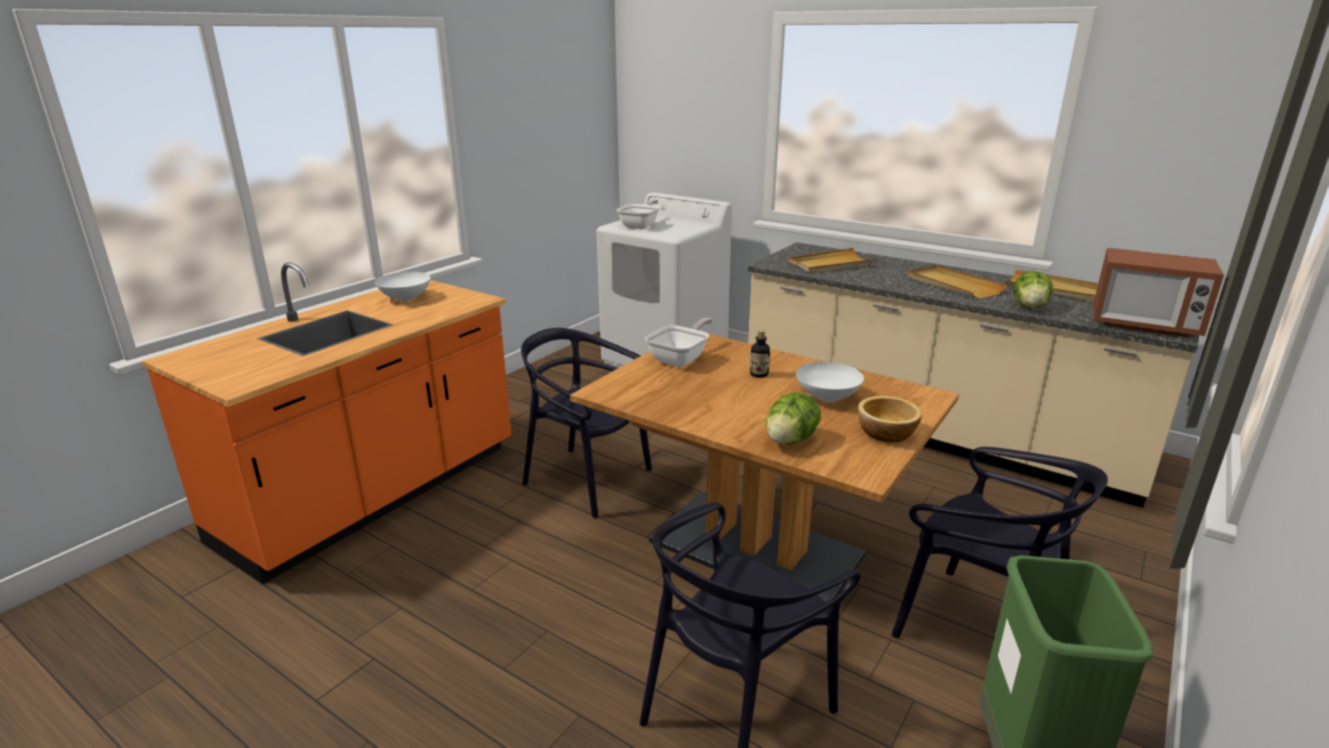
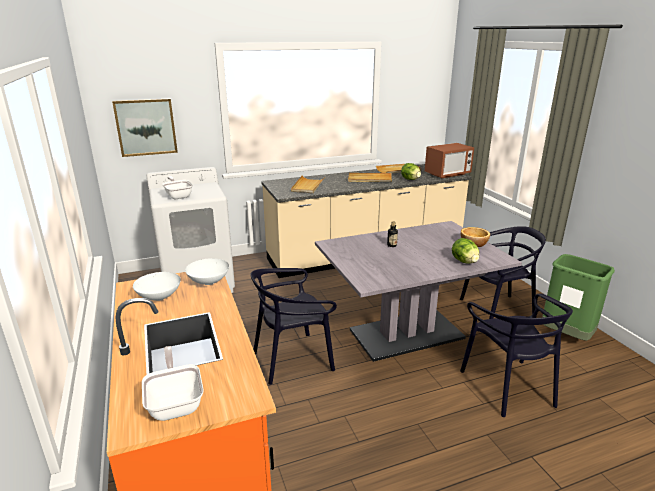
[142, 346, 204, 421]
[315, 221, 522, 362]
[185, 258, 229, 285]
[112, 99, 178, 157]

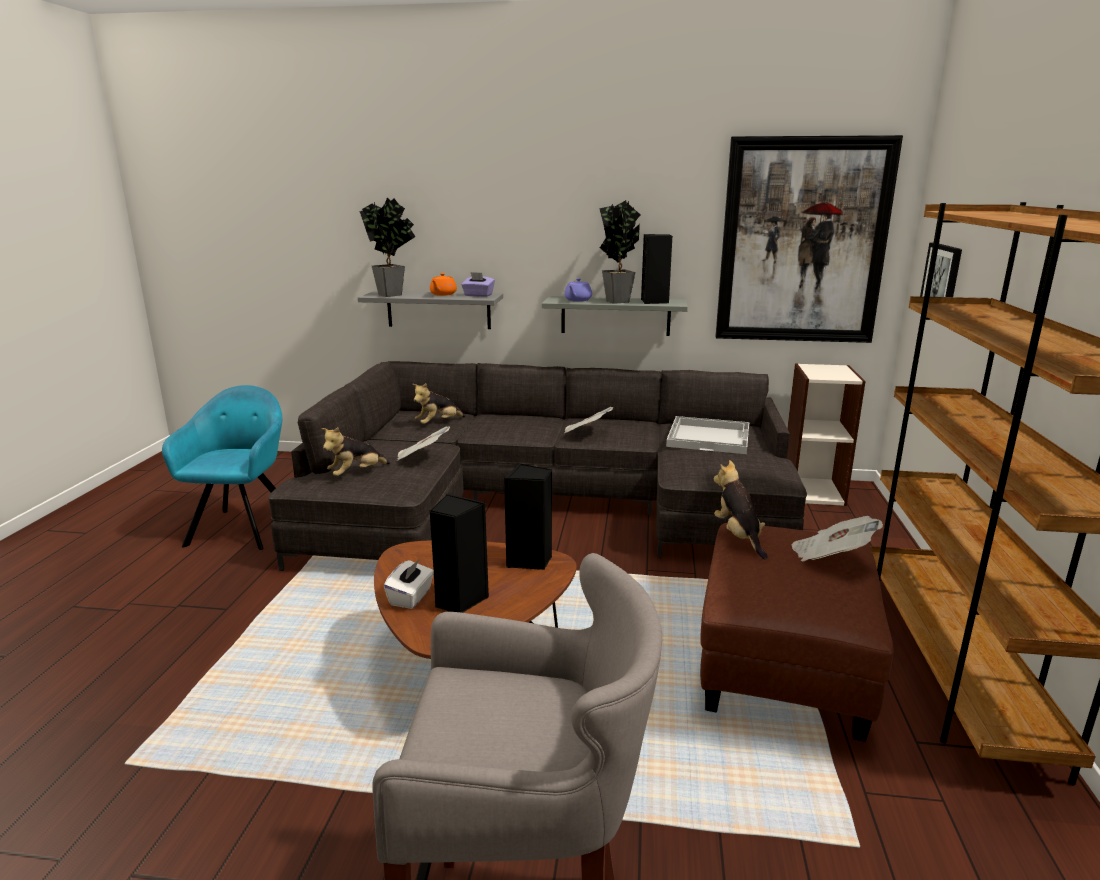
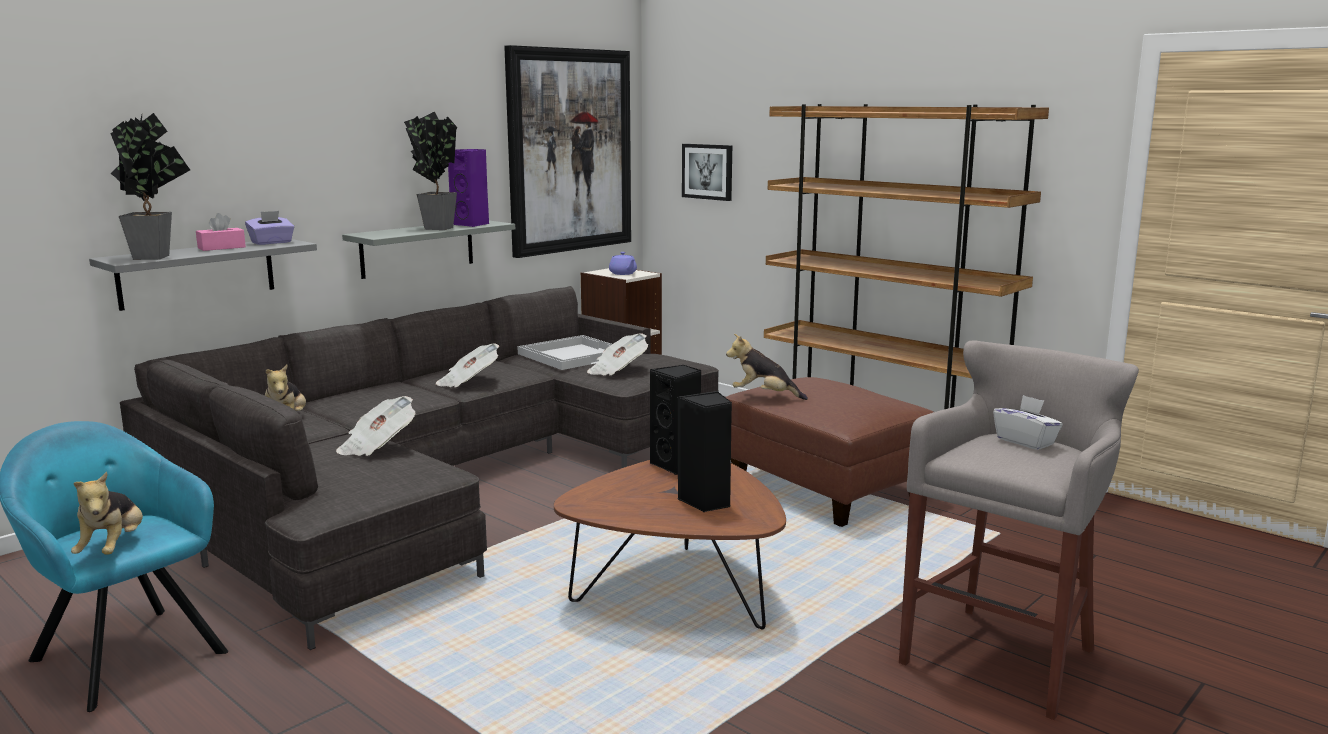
[448, 149, 489, 227]
[196, 213, 246, 251]
[609, 252, 637, 275]
[71, 472, 143, 555]
[587, 333, 648, 376]
[993, 395, 1063, 450]

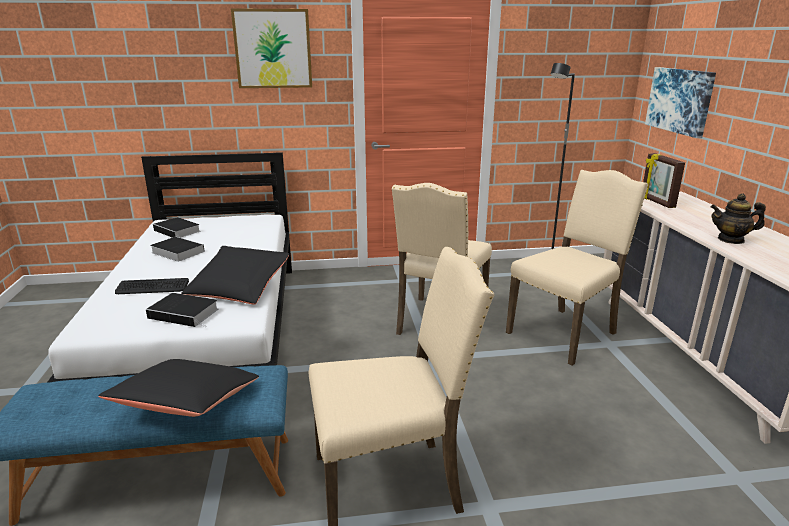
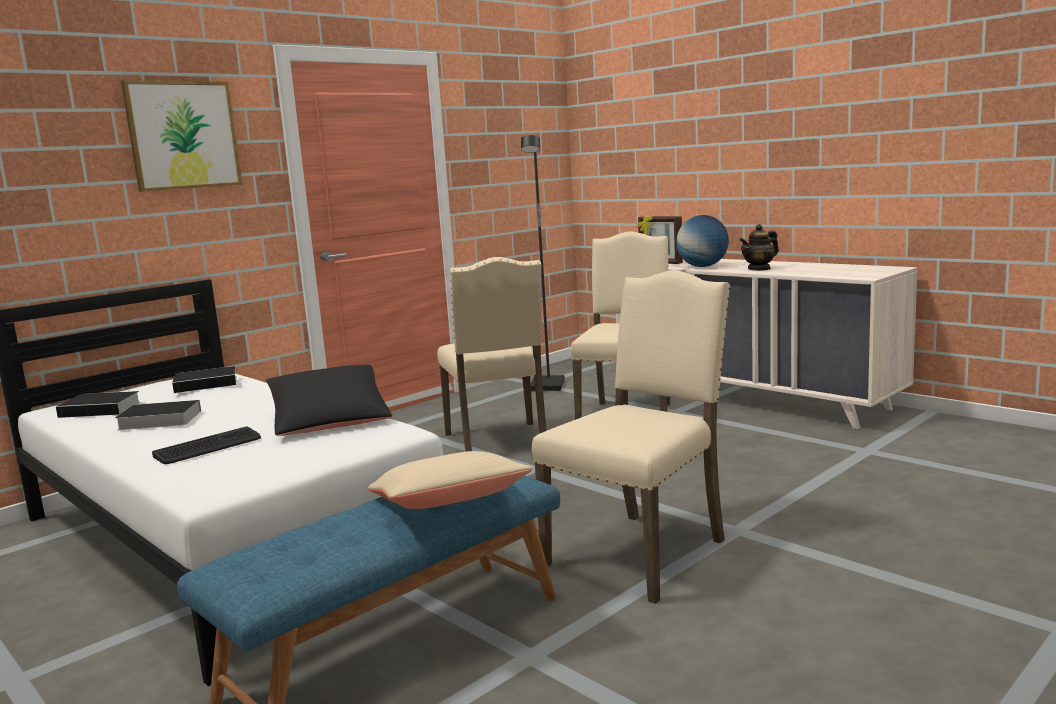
[645, 67, 716, 138] (first image)
[172, 366, 248, 393]
[367, 451, 533, 509]
[676, 215, 729, 267]

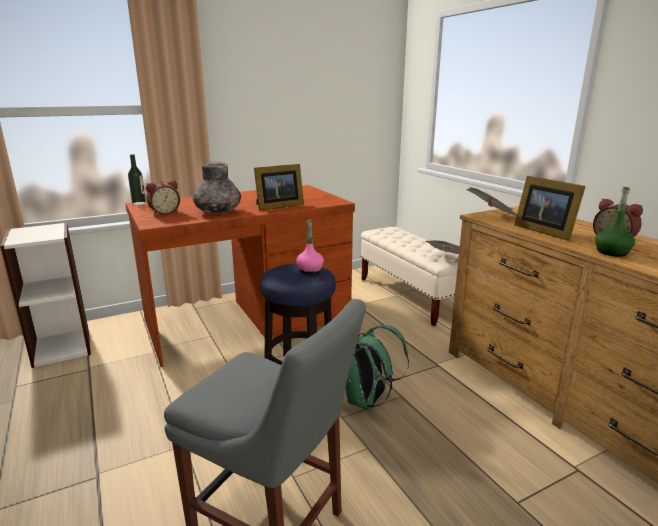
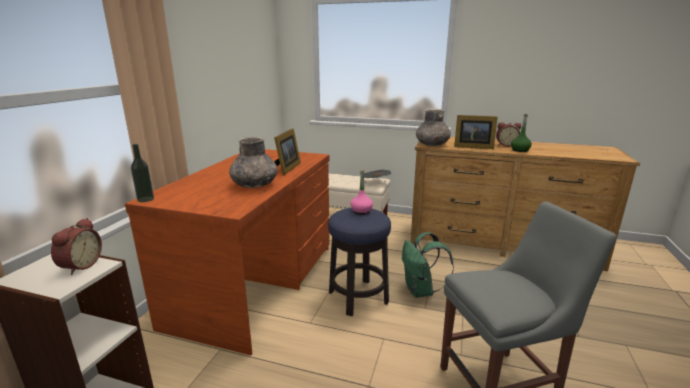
[51, 218, 102, 275]
[416, 109, 451, 146]

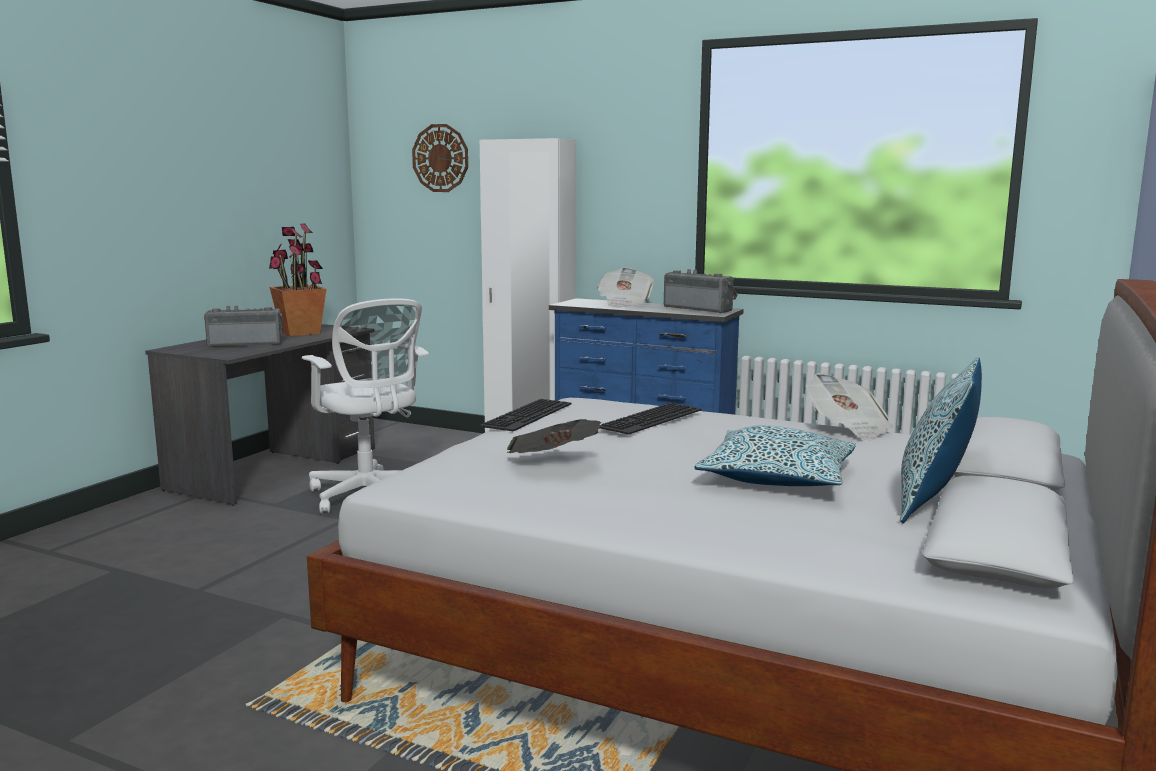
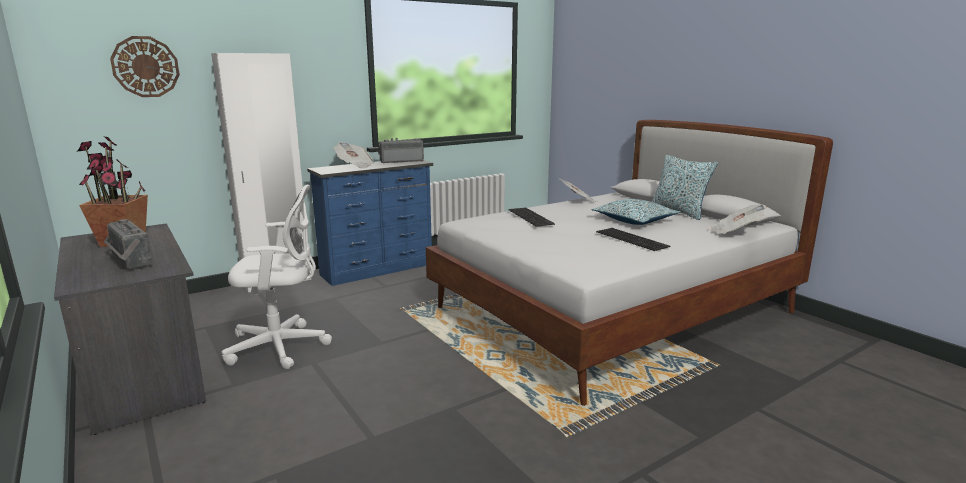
[104, 219, 153, 270]
[596, 228, 670, 251]
[708, 205, 767, 234]

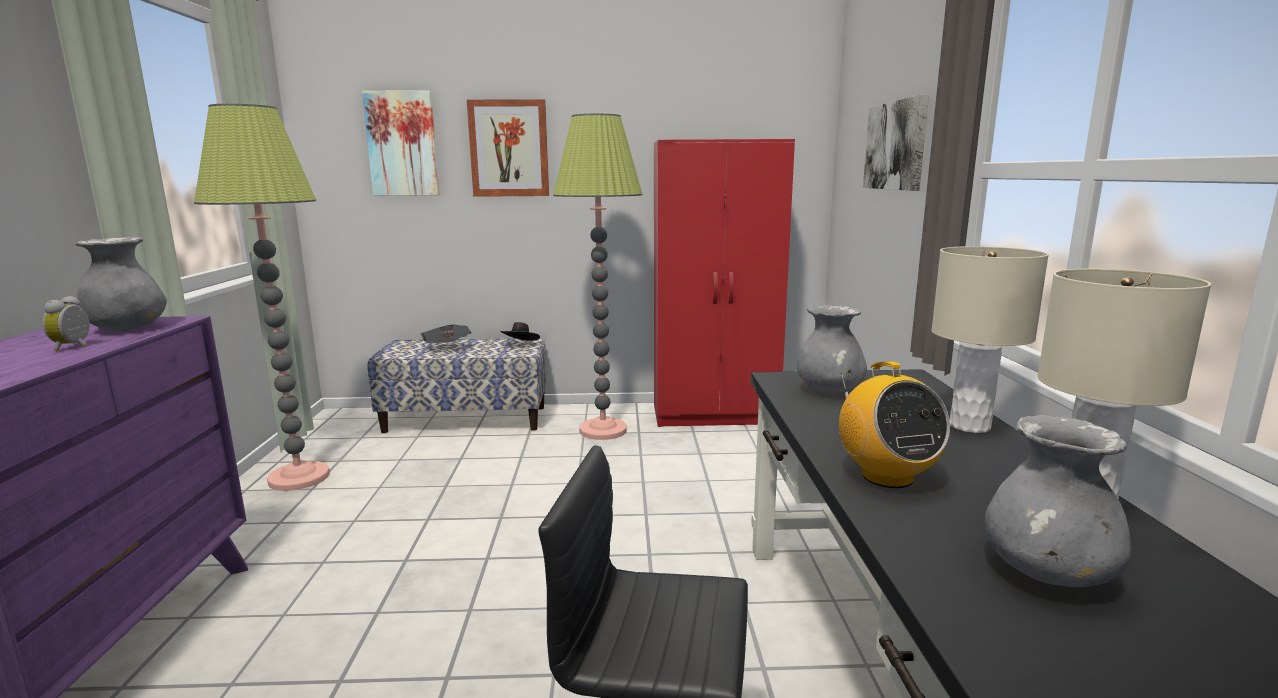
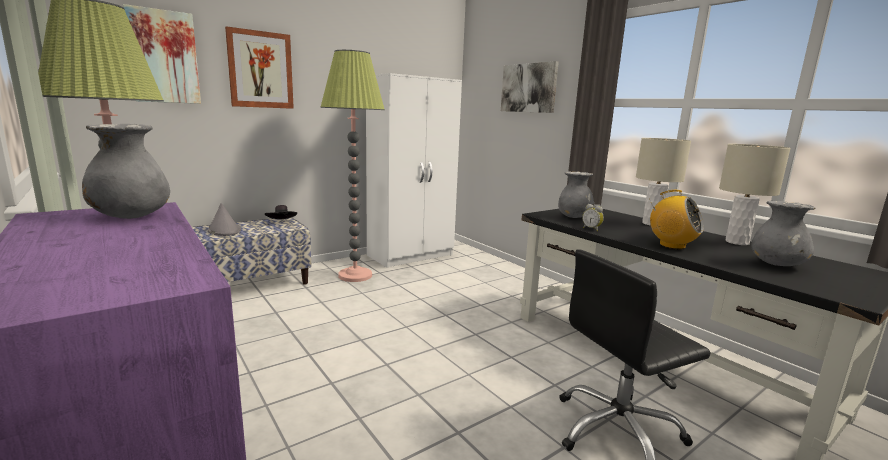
[366, 73, 462, 268]
[582, 204, 604, 231]
[207, 203, 241, 236]

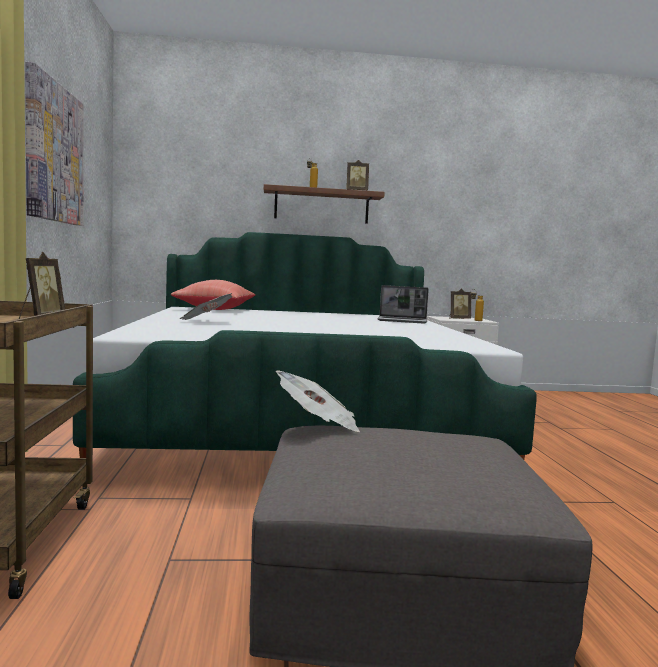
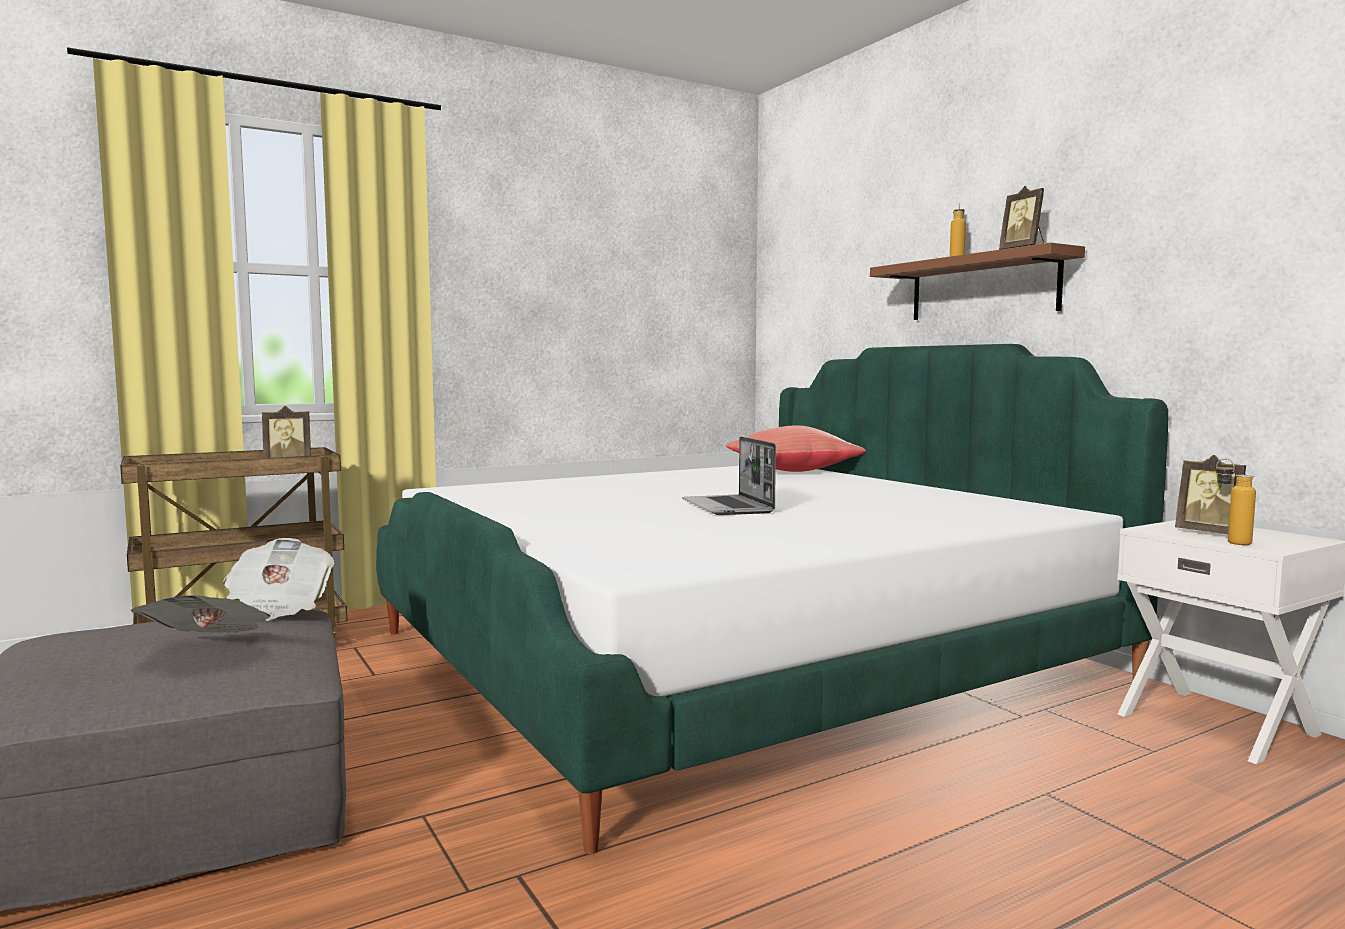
[25, 62, 84, 226] (first image)
[682, 436, 776, 515]
[130, 596, 271, 632]

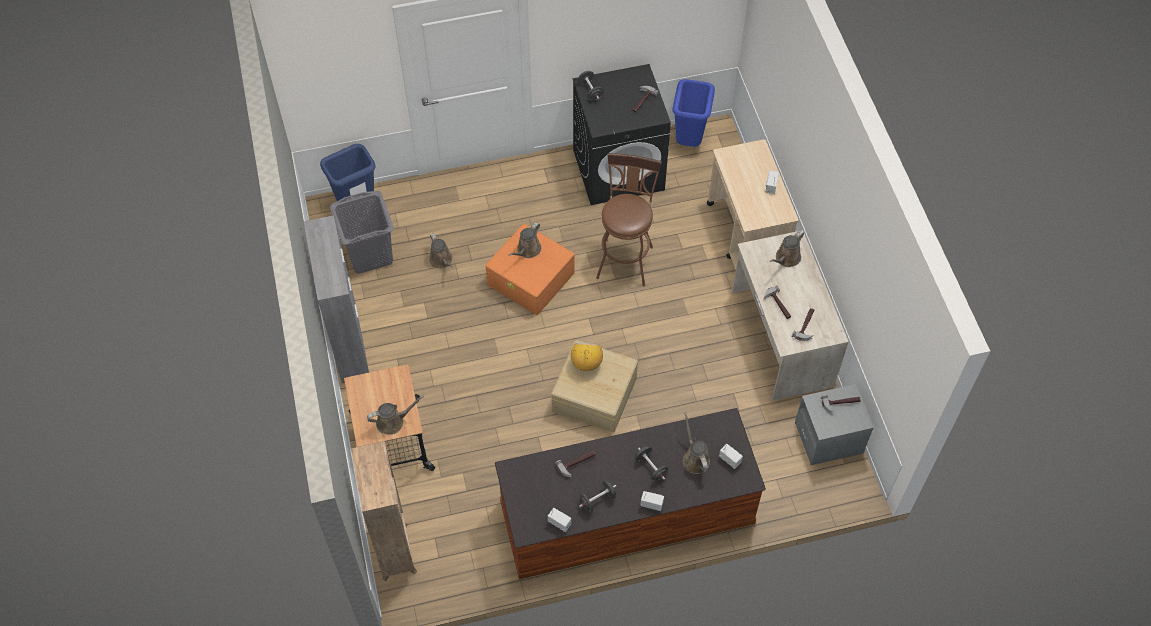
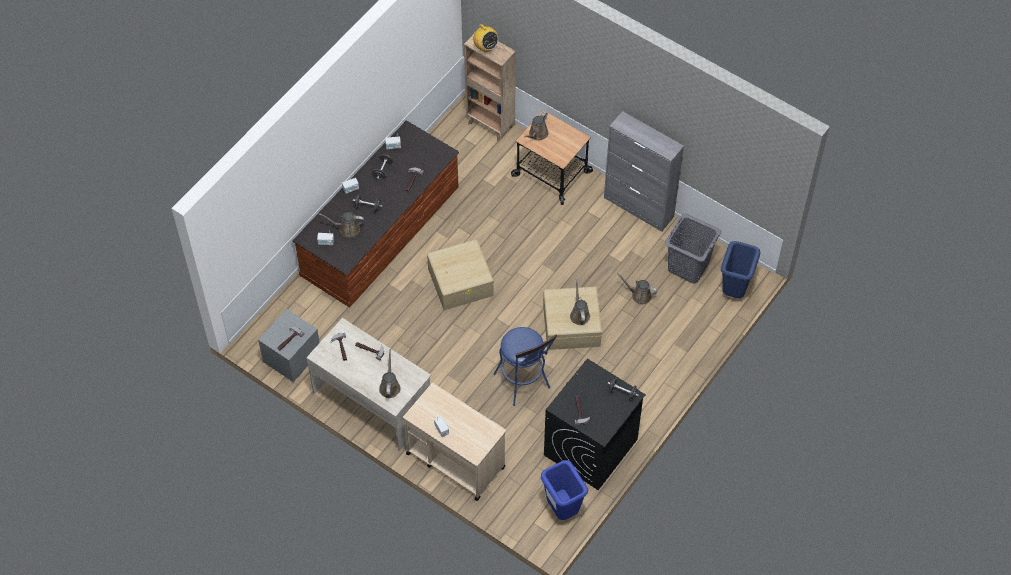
[493, 327, 557, 406]
[543, 287, 602, 350]
[472, 24, 498, 52]
[319, 212, 364, 237]

